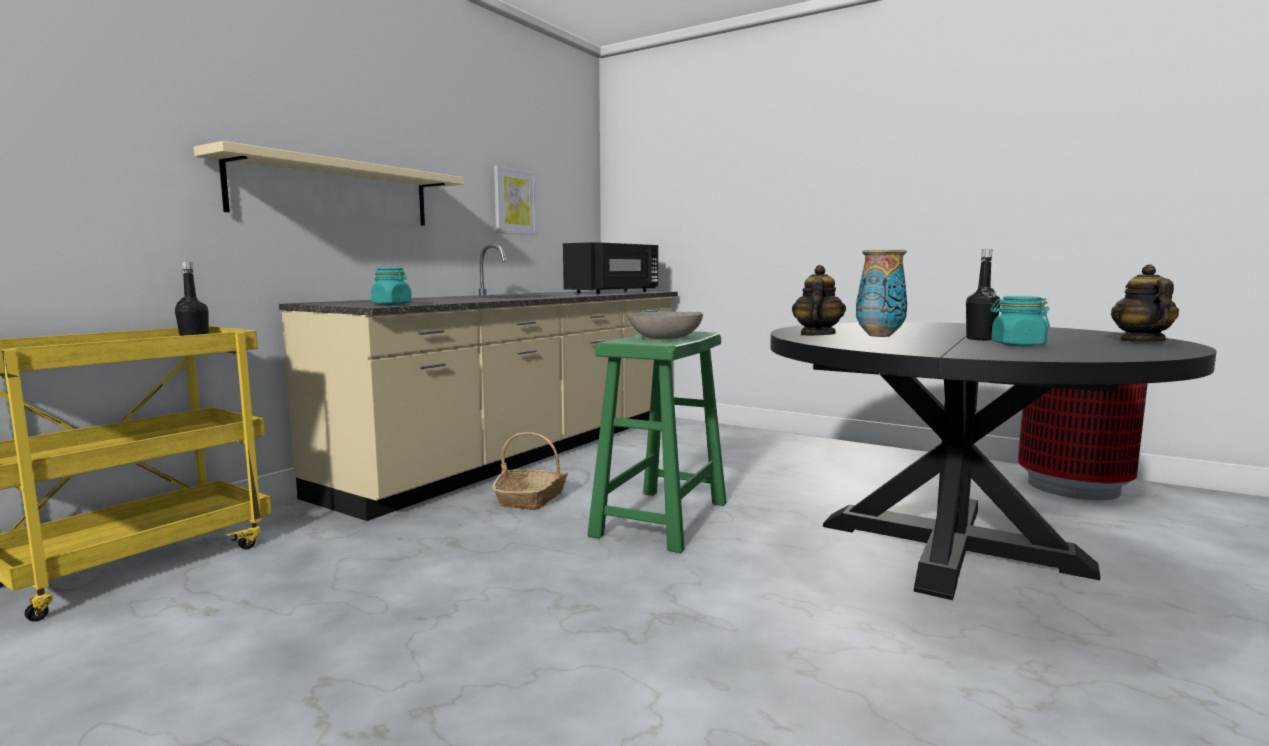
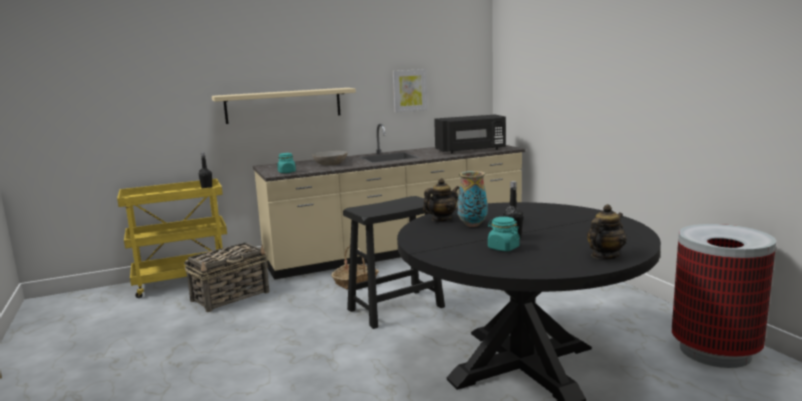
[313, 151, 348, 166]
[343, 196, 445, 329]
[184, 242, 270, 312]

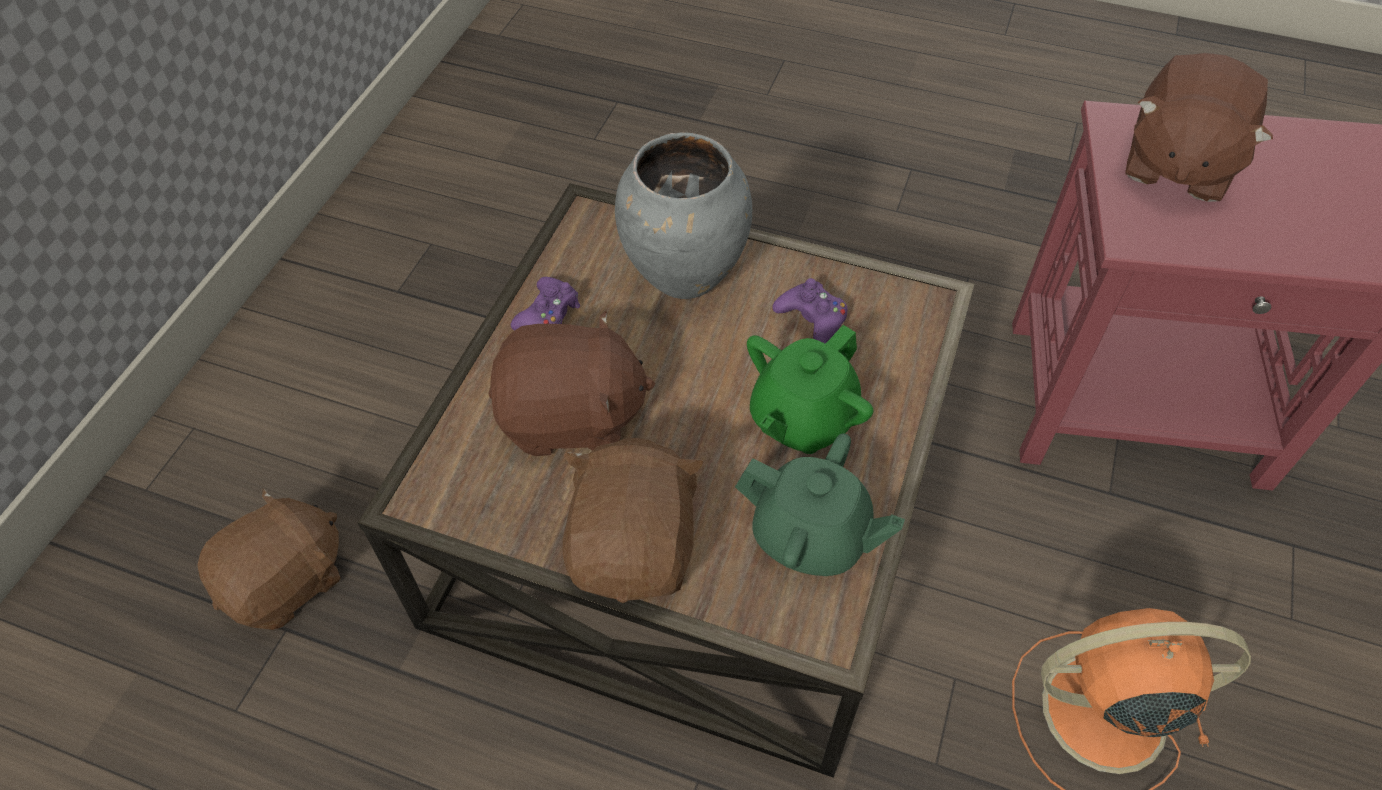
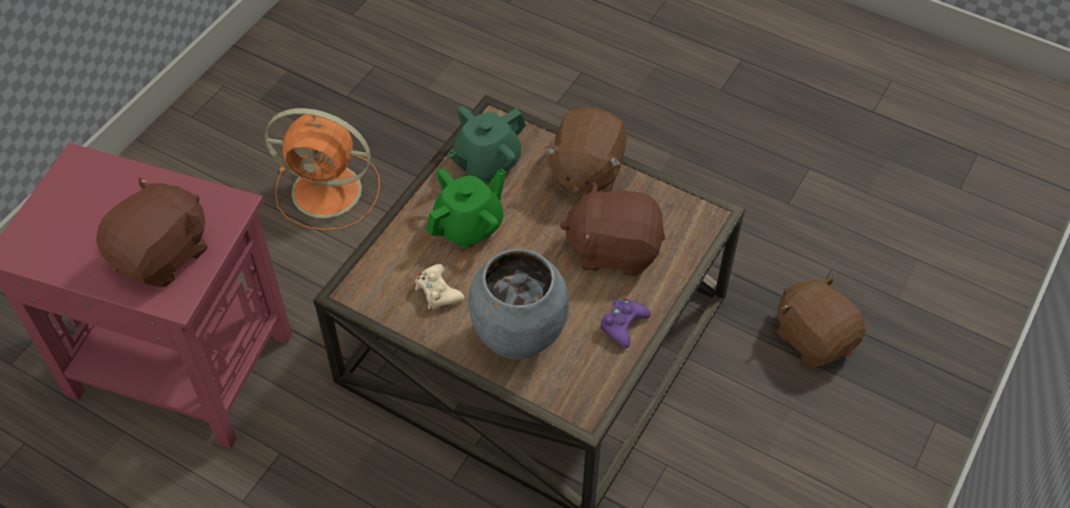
[415, 264, 464, 310]
[447, 106, 526, 183]
[776, 275, 866, 367]

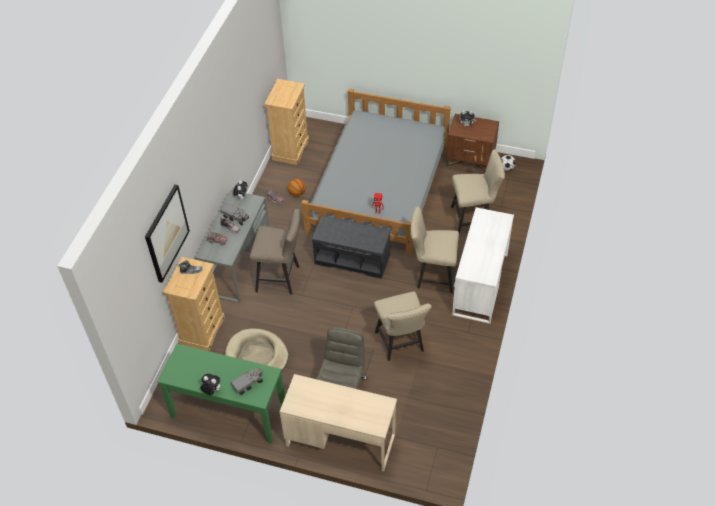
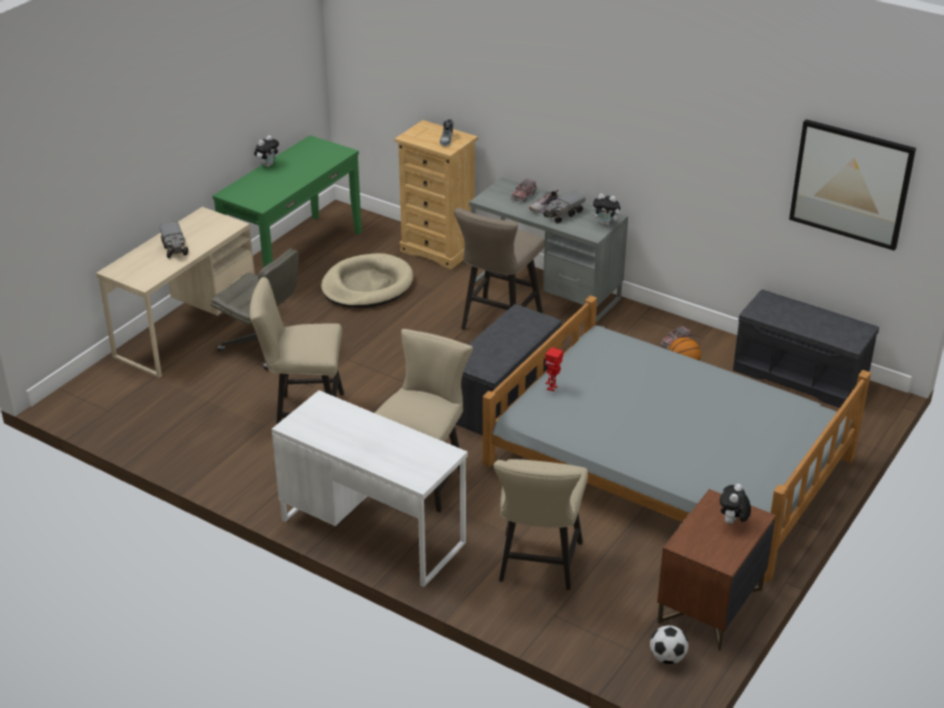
[733, 290, 879, 408]
[789, 119, 916, 250]
[159, 221, 188, 258]

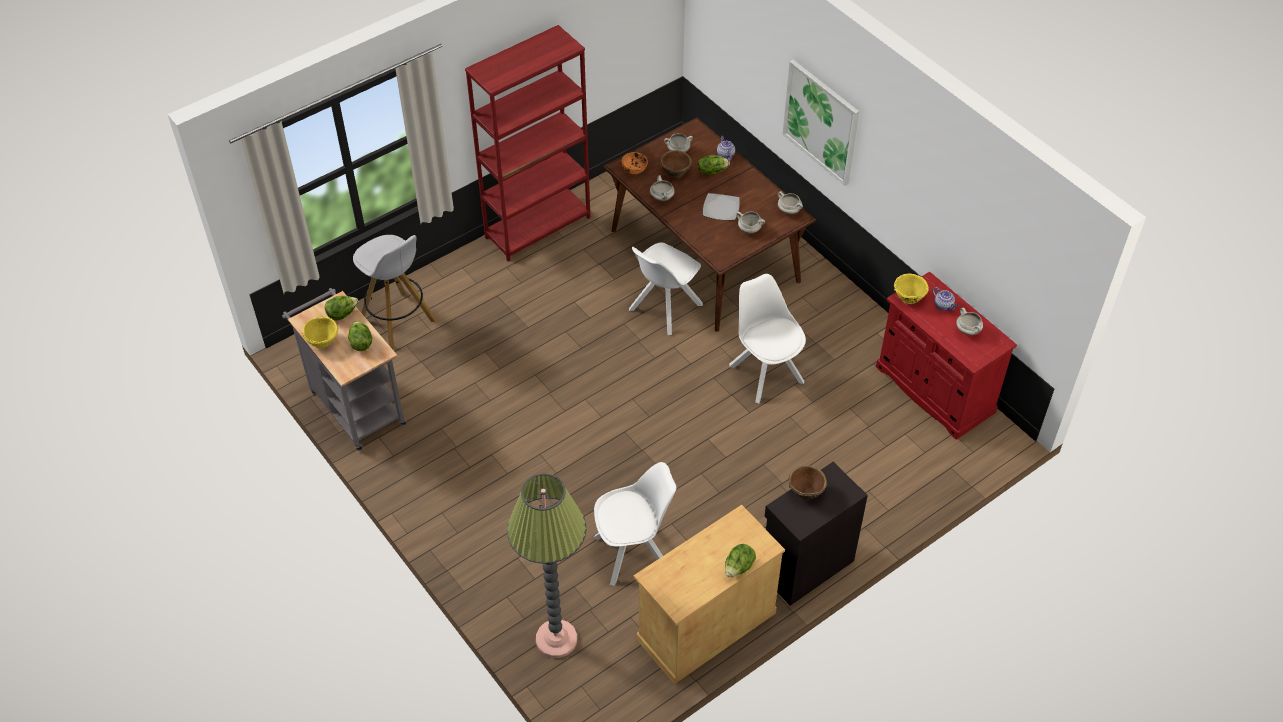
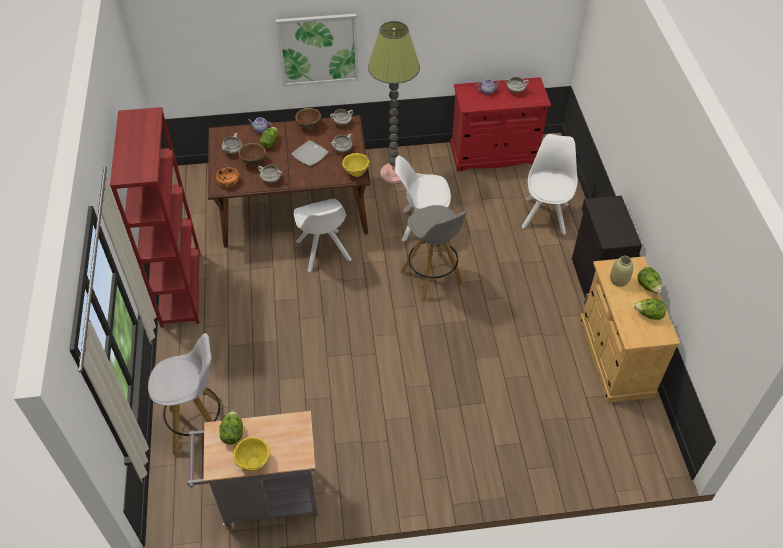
[342, 153, 370, 177]
[634, 299, 666, 320]
[521, 134, 577, 235]
[295, 108, 321, 131]
[368, 21, 420, 183]
[401, 205, 467, 302]
[610, 256, 633, 287]

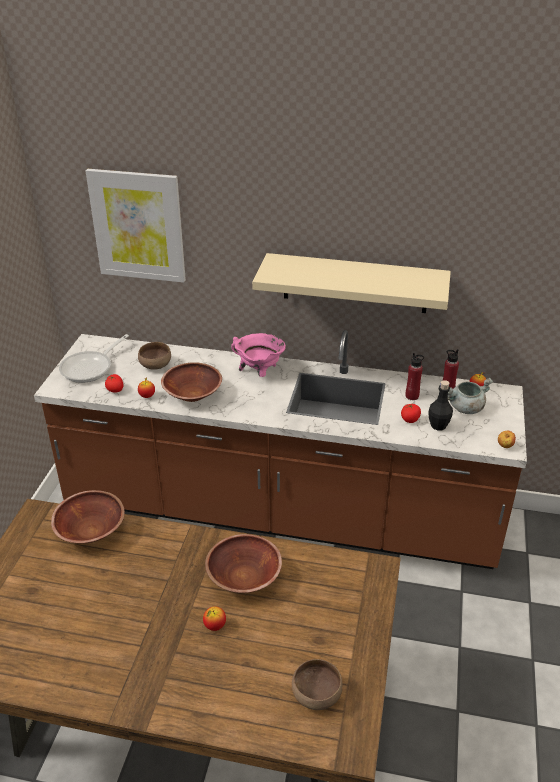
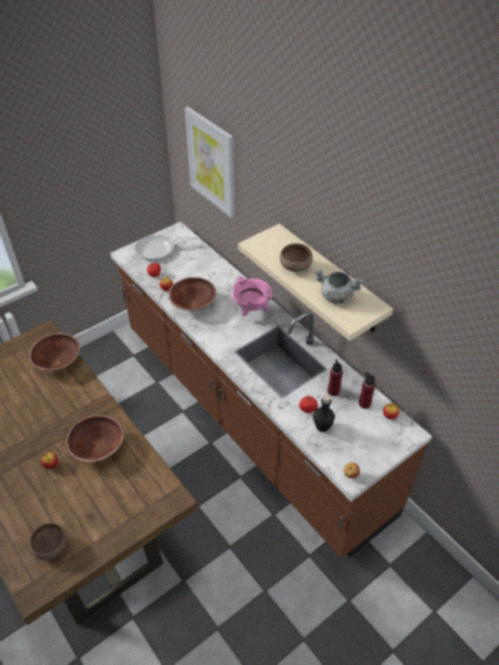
[280, 243, 313, 272]
[314, 269, 364, 304]

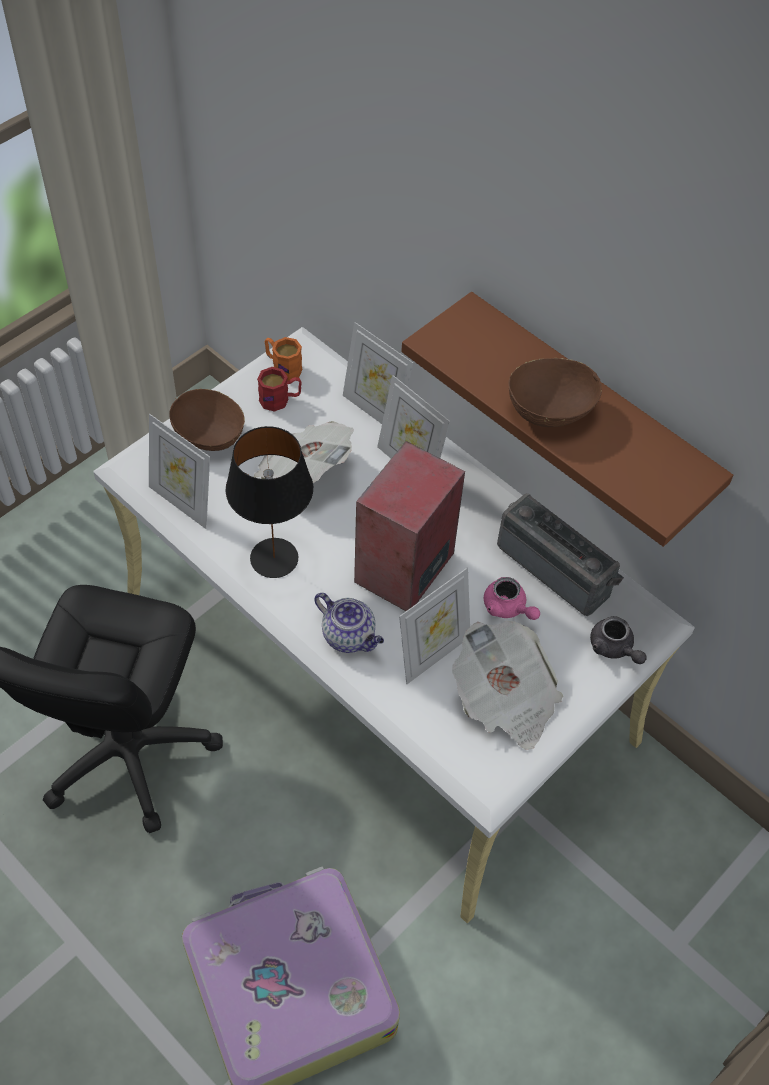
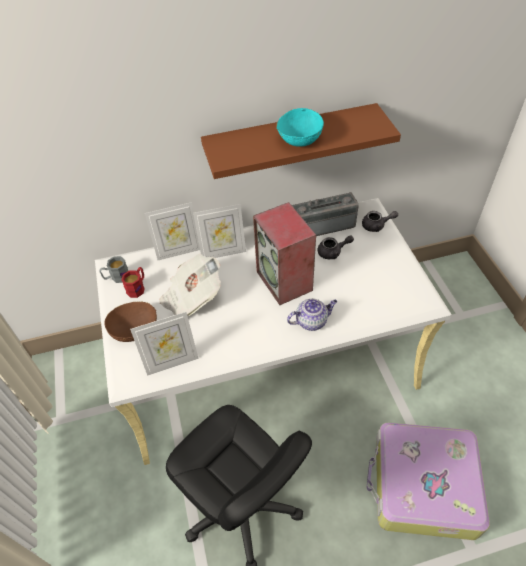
[100, 256, 128, 283]
[276, 108, 324, 147]
[226, 426, 313, 578] (first image)
[399, 568, 470, 684] (first image)
[318, 235, 354, 259]
[452, 621, 563, 750] (first image)

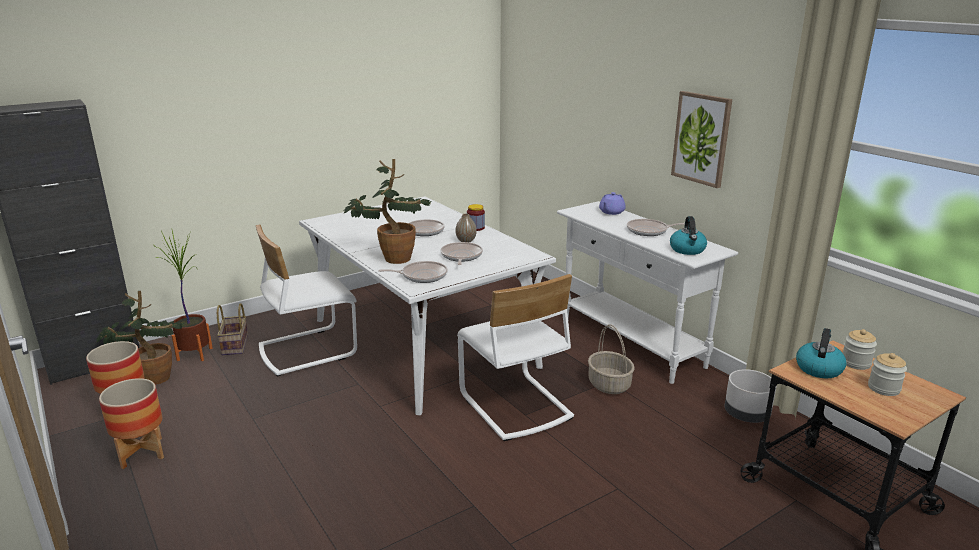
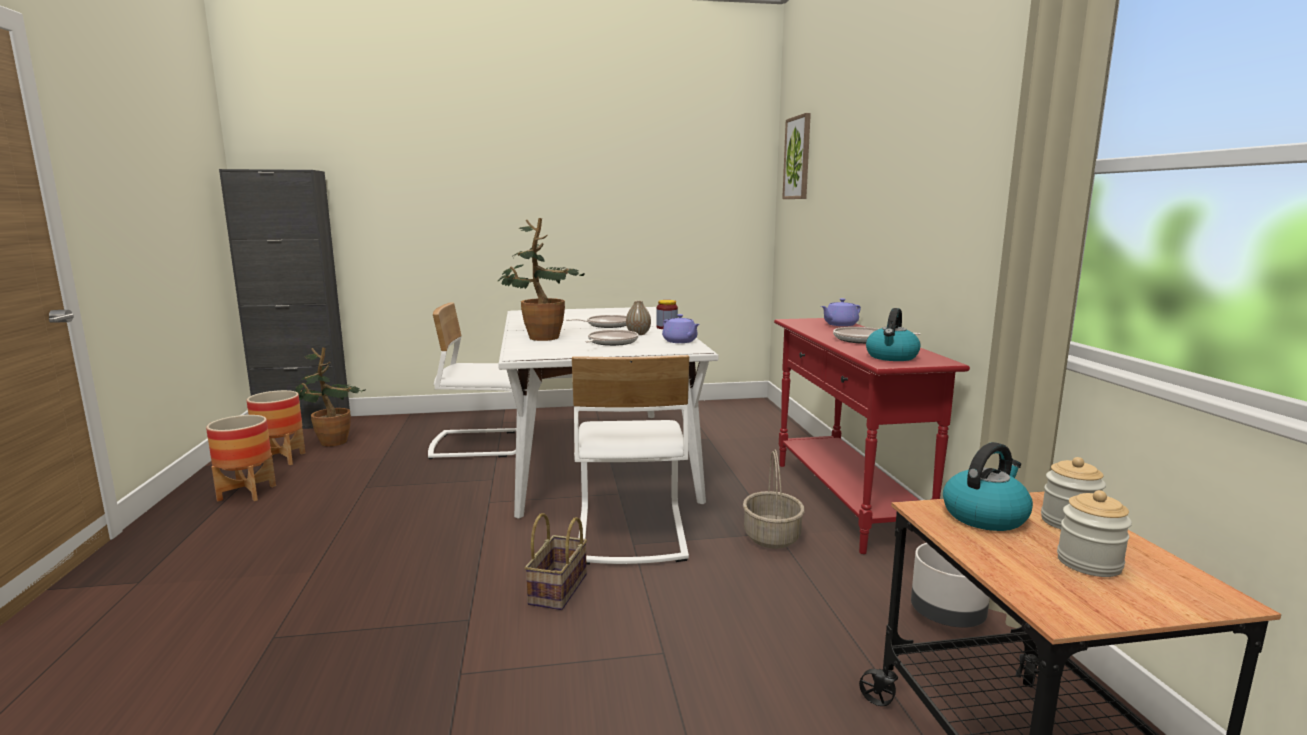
[782, 113, 811, 199]
[774, 318, 970, 554]
[153, 230, 213, 361] (first image)
[378, 261, 448, 283] (first image)
[525, 513, 587, 610]
[662, 314, 699, 343]

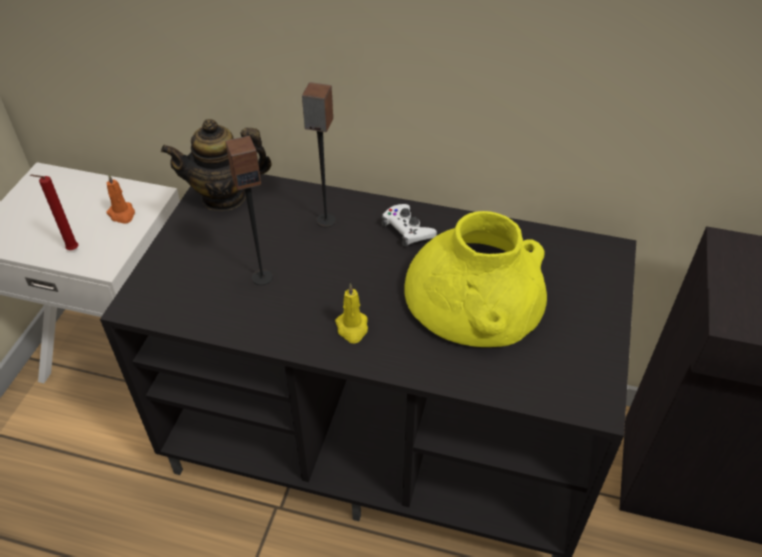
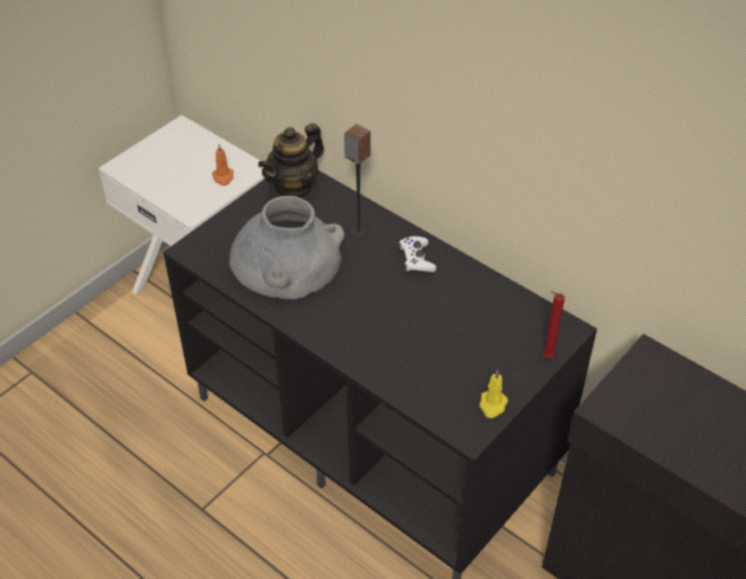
[258, 123, 324, 198]
[229, 196, 344, 299]
[543, 291, 565, 358]
[404, 211, 547, 347] (first image)
[480, 370, 508, 418]

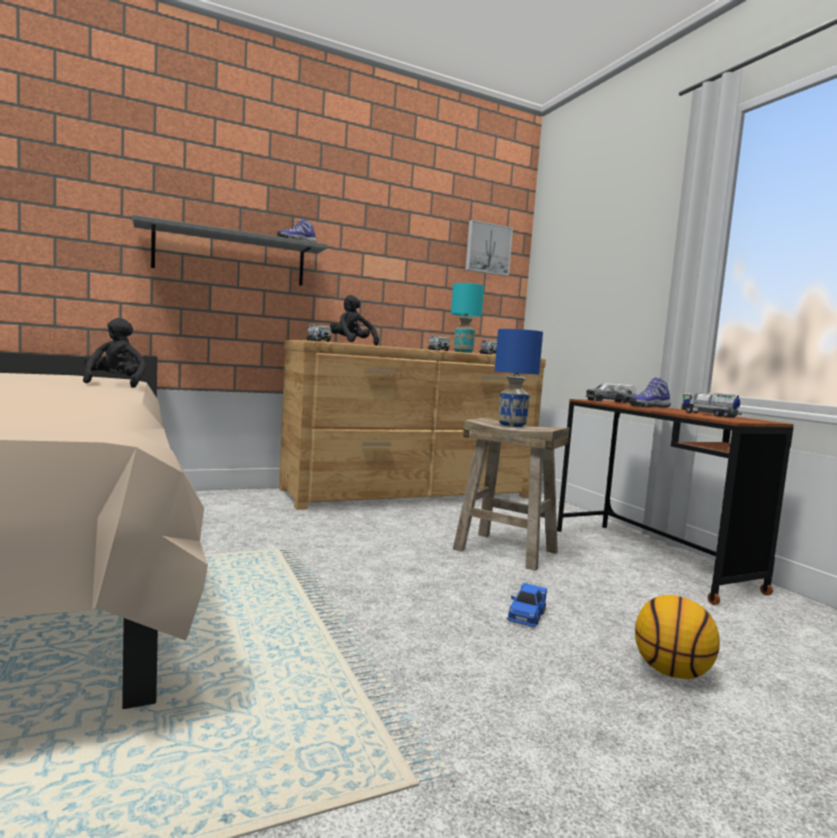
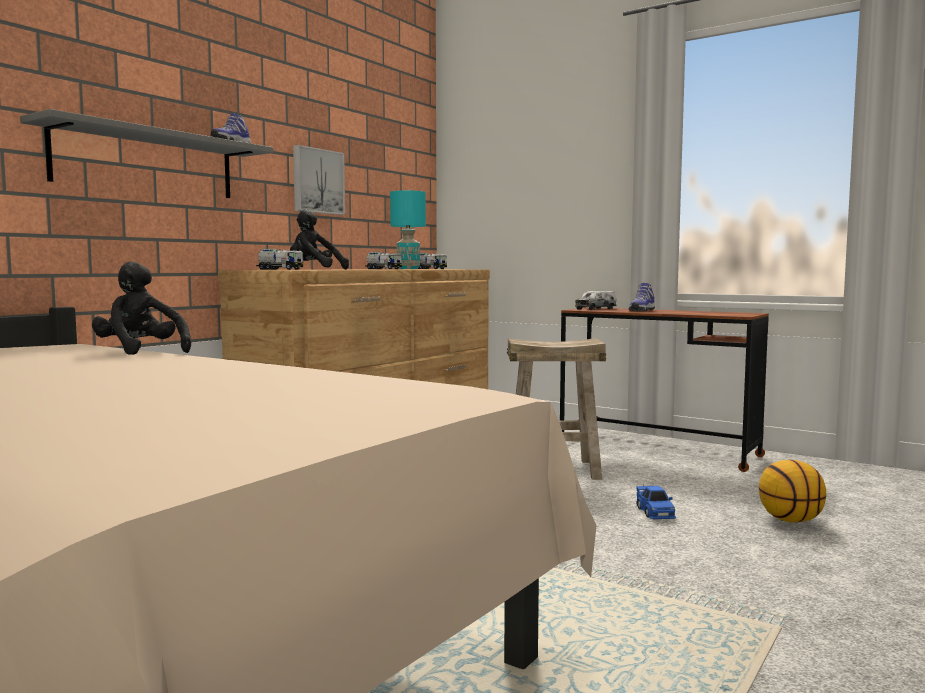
[293, 145, 345, 215]
[495, 329, 543, 427] (first image)
[681, 393, 742, 418] (first image)

